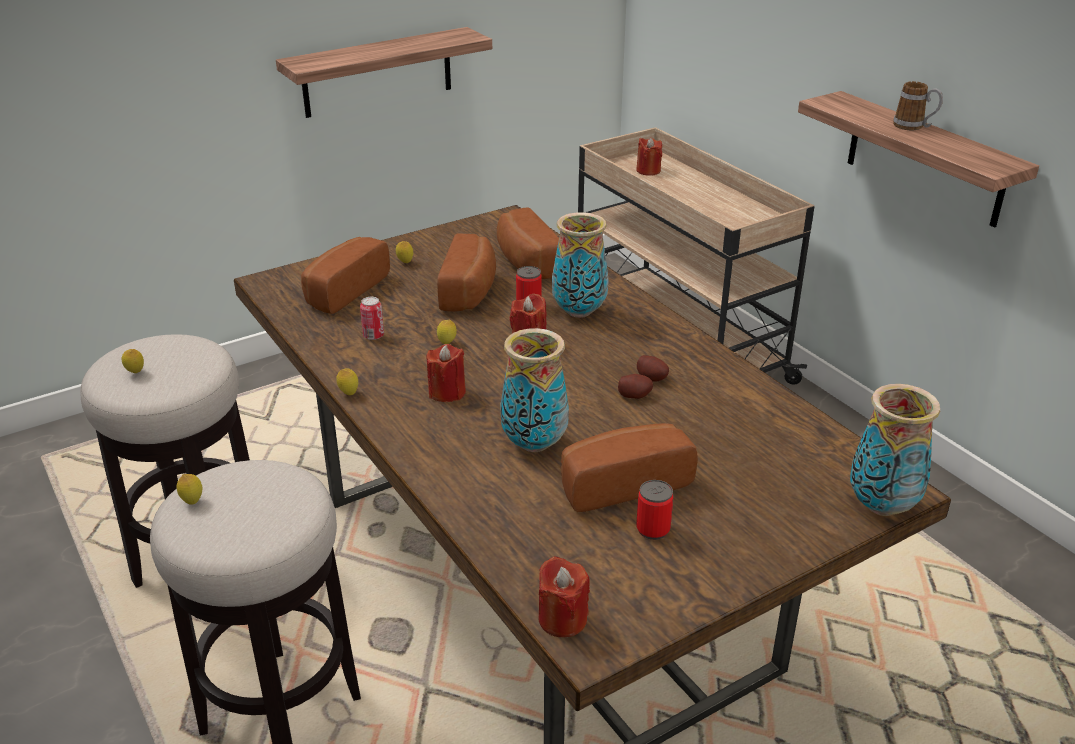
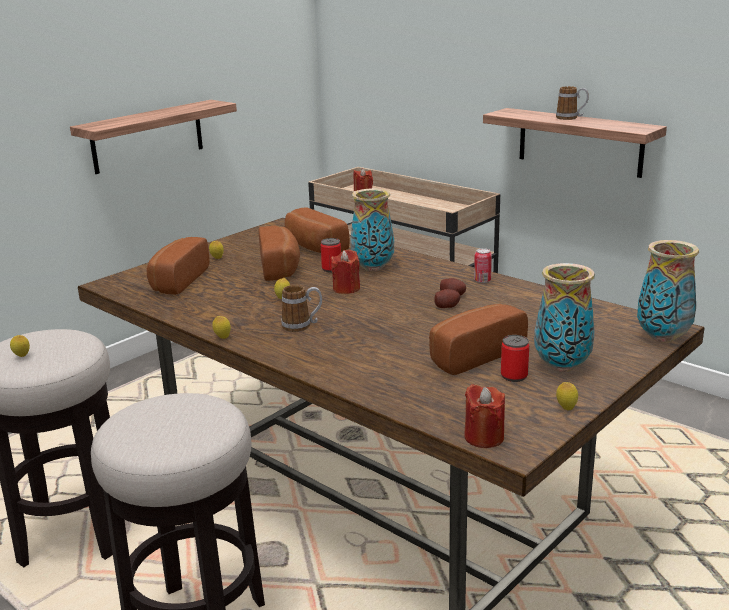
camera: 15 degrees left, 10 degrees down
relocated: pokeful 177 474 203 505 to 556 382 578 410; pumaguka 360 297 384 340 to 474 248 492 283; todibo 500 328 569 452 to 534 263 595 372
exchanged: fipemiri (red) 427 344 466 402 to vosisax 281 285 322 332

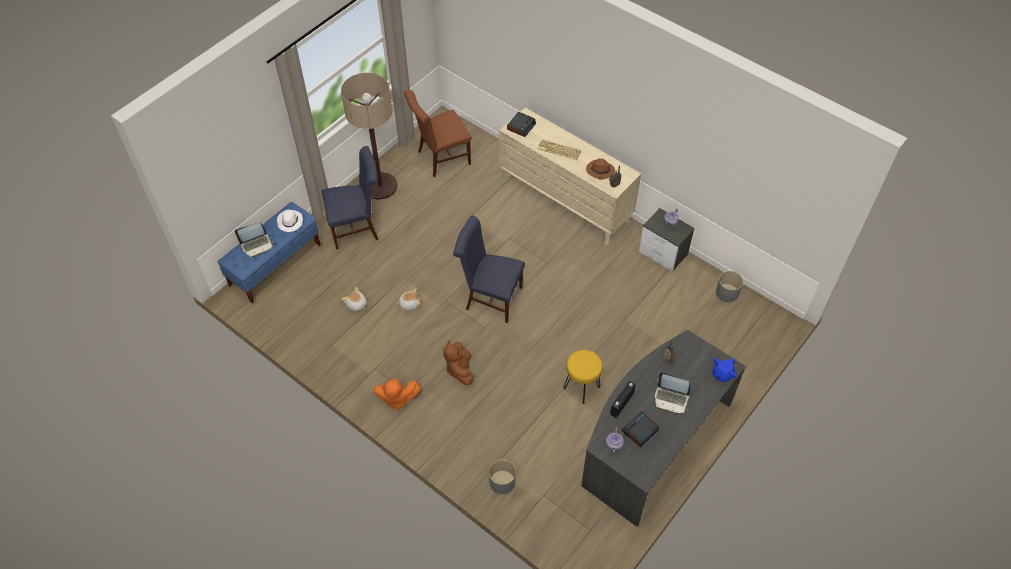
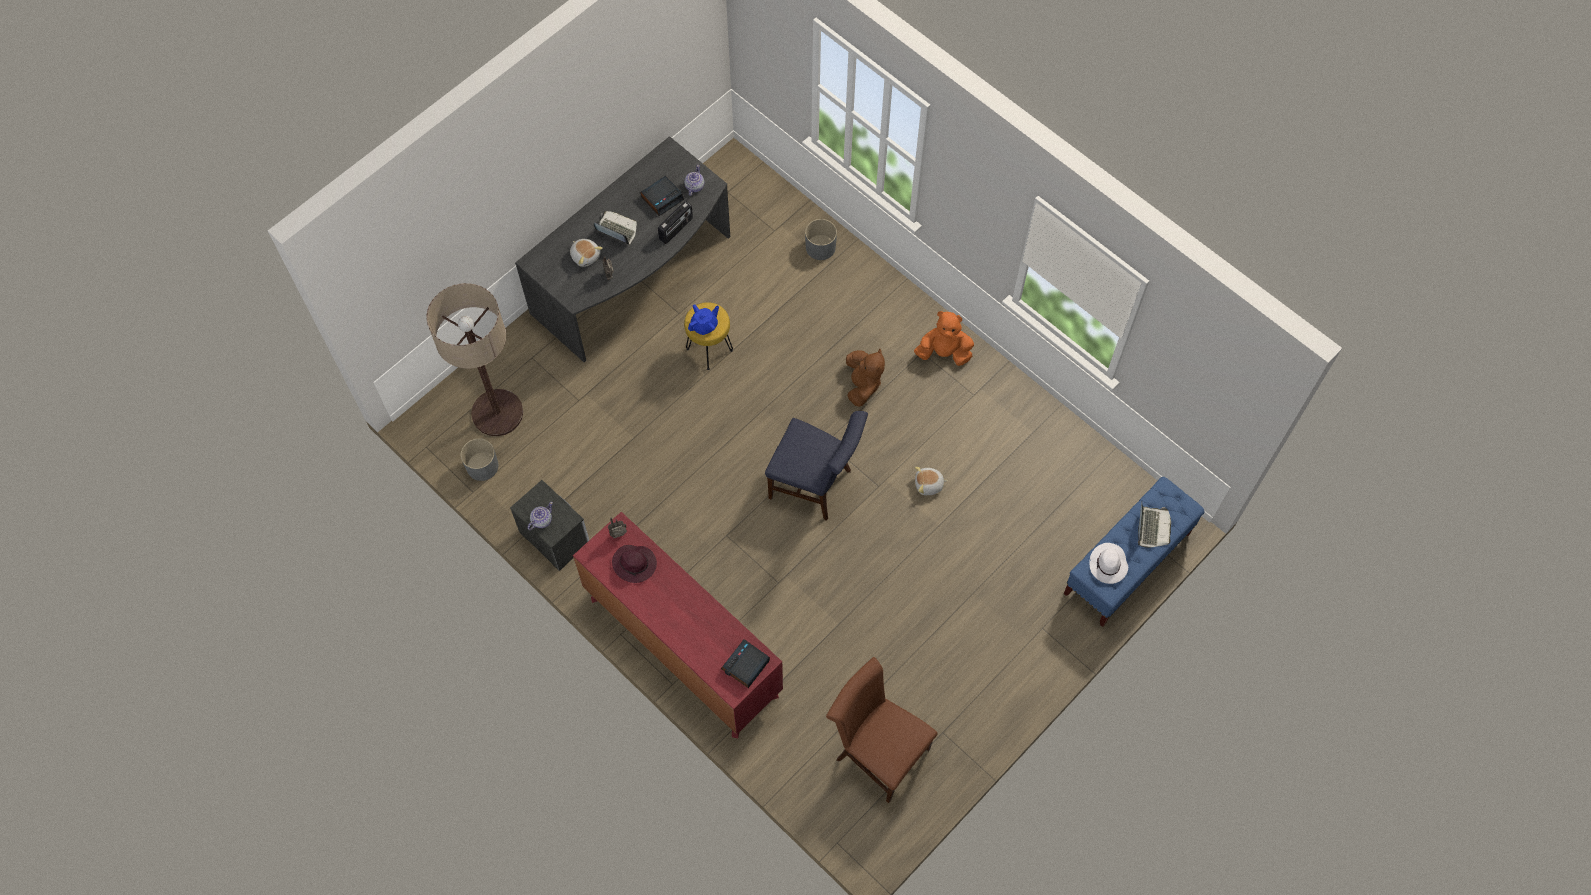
camera: 175 degrees left, 10 degrees up
missing: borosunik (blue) 322 146 378 249; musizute 537 139 582 160
relocated: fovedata 341 73 397 199 to 426 283 523 436; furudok 342 287 367 311 to 570 239 603 267; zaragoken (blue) 712 358 737 382 to 688 304 719 335
colour: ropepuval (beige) 499 108 641 245 to ropepuval (red) 573 512 783 739; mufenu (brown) 586 158 615 180 to mufenu (purple) 612 545 657 583
spun: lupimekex 235 222 274 258 = 1138 502 1171 548 120 degrees clockwise; borosunik (brown) 404 90 472 177 = 826 657 937 803 120 degrees counterclockwise

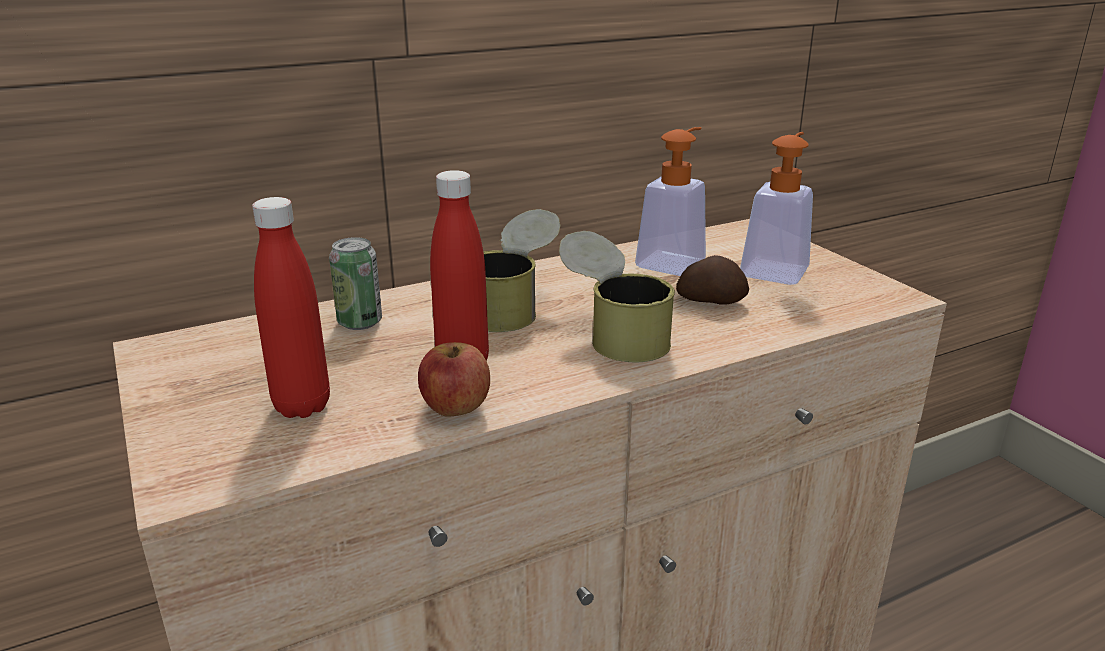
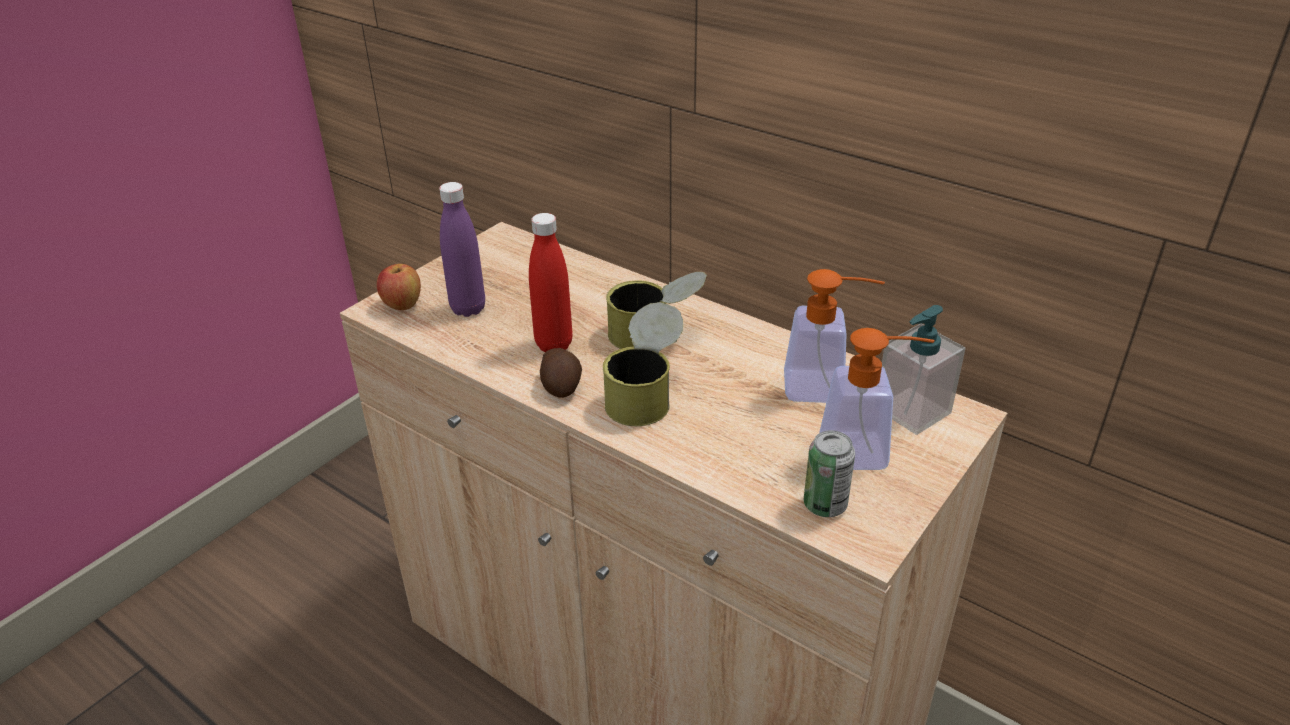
camera: 65 degrees right, 10 degrees up
appeared: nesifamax 882 305 966 435
relocated: pumaguka 329 237 382 330 to 804 430 855 517; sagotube 418 342 490 417 to 377 264 421 310; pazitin 676 255 749 305 to 540 348 582 398
colour: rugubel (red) 252 197 330 418 to rugubel (purple) 439 182 485 317

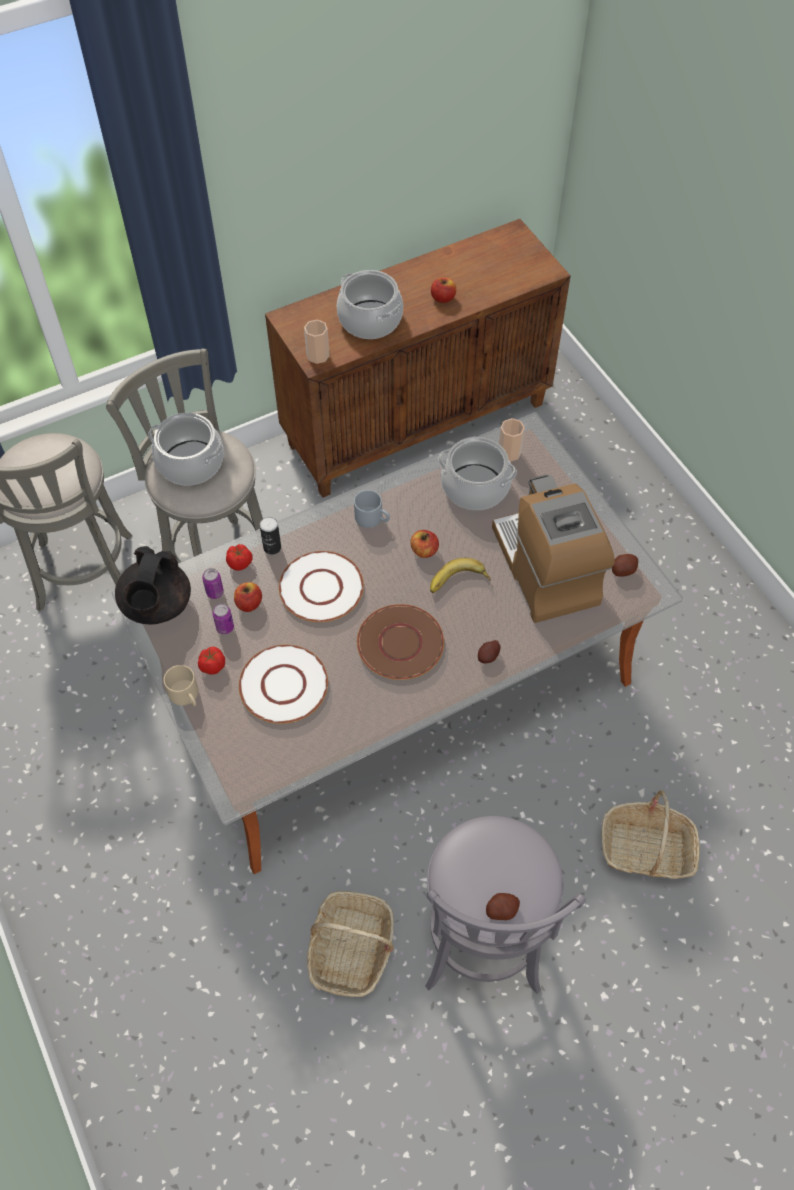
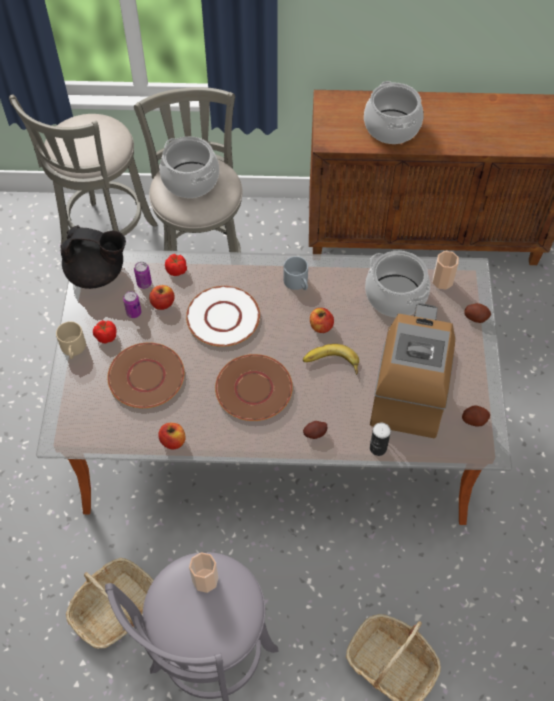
camera: 30 degrees right, 0 degrees up
relocated: pumaguka 260 517 281 555 to 370 423 391 456; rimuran 304 320 330 364 to 189 552 218 593; sagotube 431 277 456 303 to 158 423 186 449; pazitin 486 893 520 920 to 464 303 491 323
colour: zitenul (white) 239 645 328 724 to zitenul (brown) 108 342 184 408
spun: zaragoken (black) 115 546 191 624 = 61 225 126 289 120 degrees counterclockwise

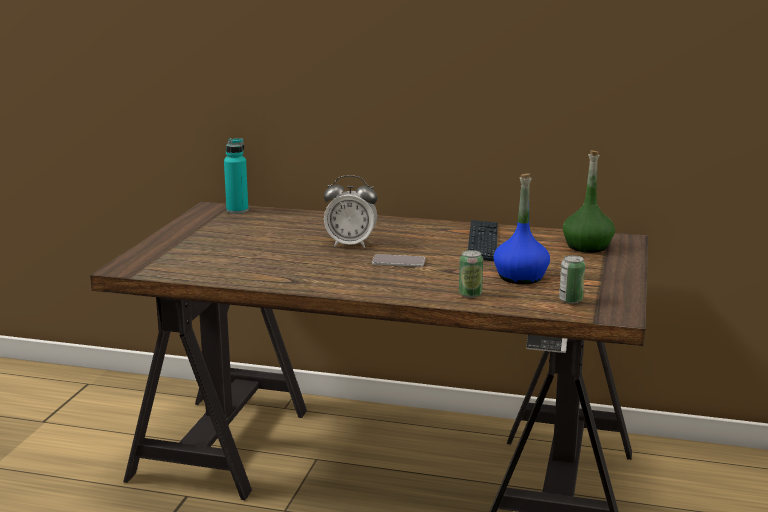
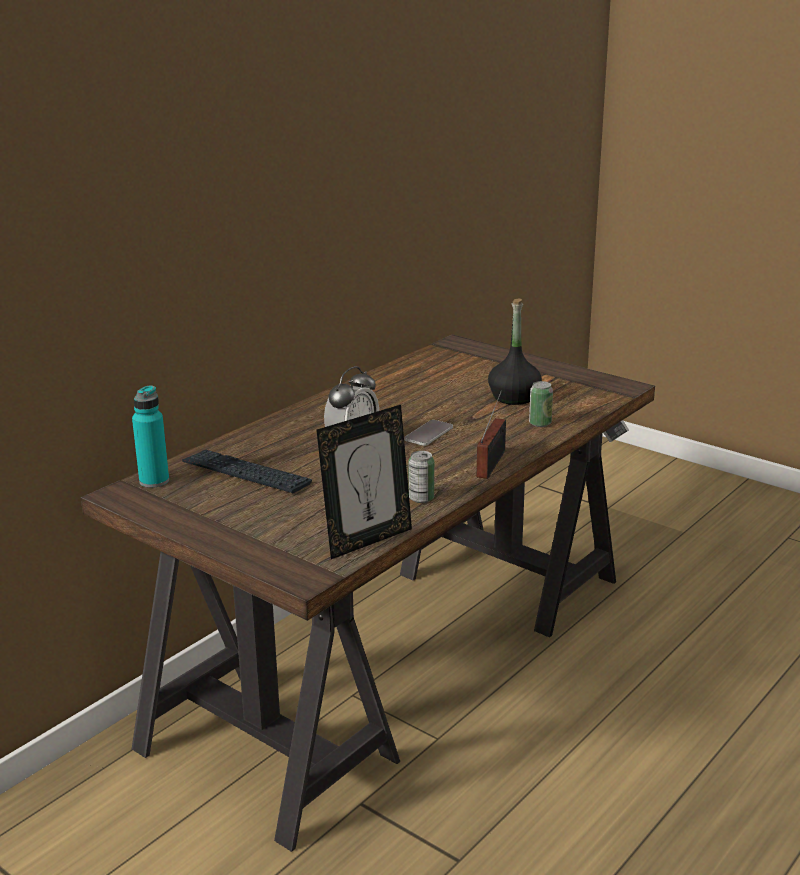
camera: 65 degrees left, 5 degrees up
missing: rugubel (green) 563 150 615 253
appeared: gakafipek 316 405 412 559; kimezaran 477 391 506 479
relocated: musizute 468 220 498 261 to 182 450 312 493; pumaguka 559 255 585 304 to 408 451 434 503
colour: rugubel (blue) 494 173 550 284 to rugubel (black) 488 298 542 405

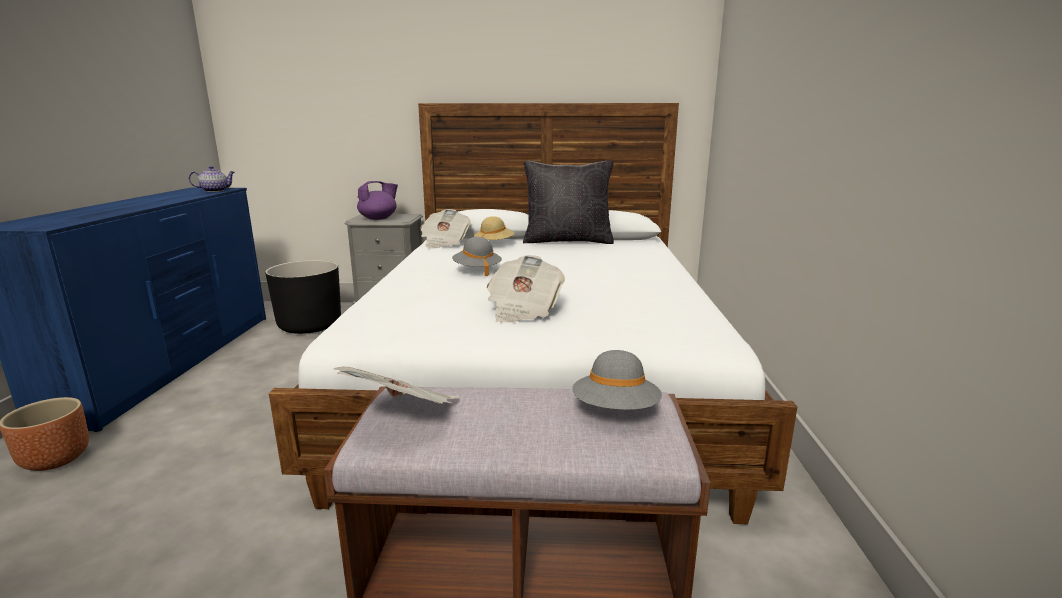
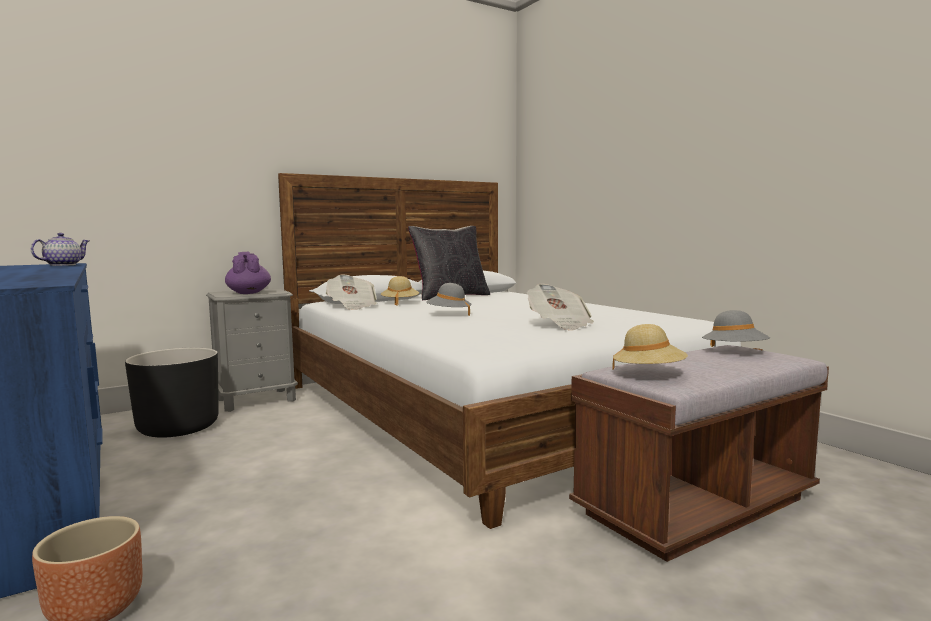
camera: 35 degrees left, 10 degrees down
exchanged: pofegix 333 367 460 404 to mufenu (beige) 612 324 688 369
spun: zaragoken (purple) 357 181 398 220 = 225 252 271 294 45 degrees counterclockwise

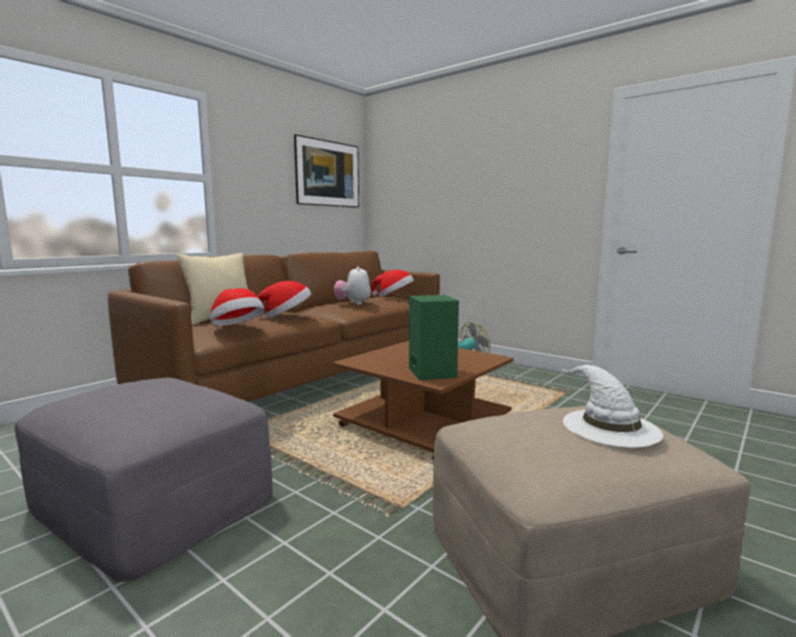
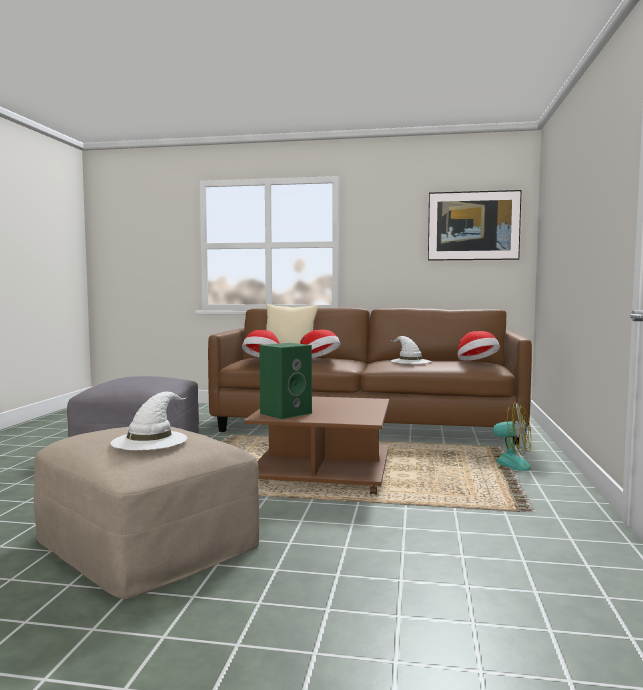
camera: 60 degrees right, 5 degrees down
exchanged: furudok 334 266 371 305 to mufenu (white) 391 336 431 364

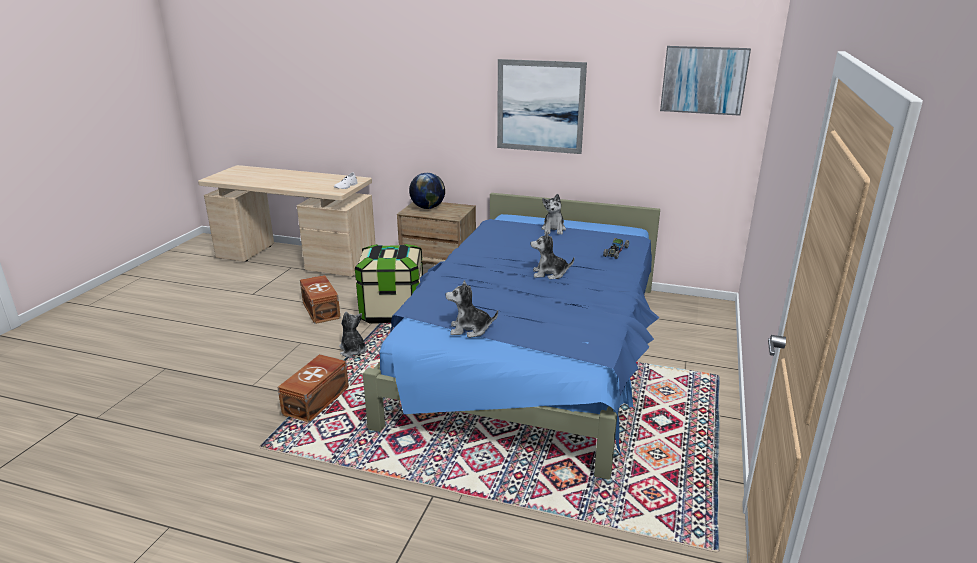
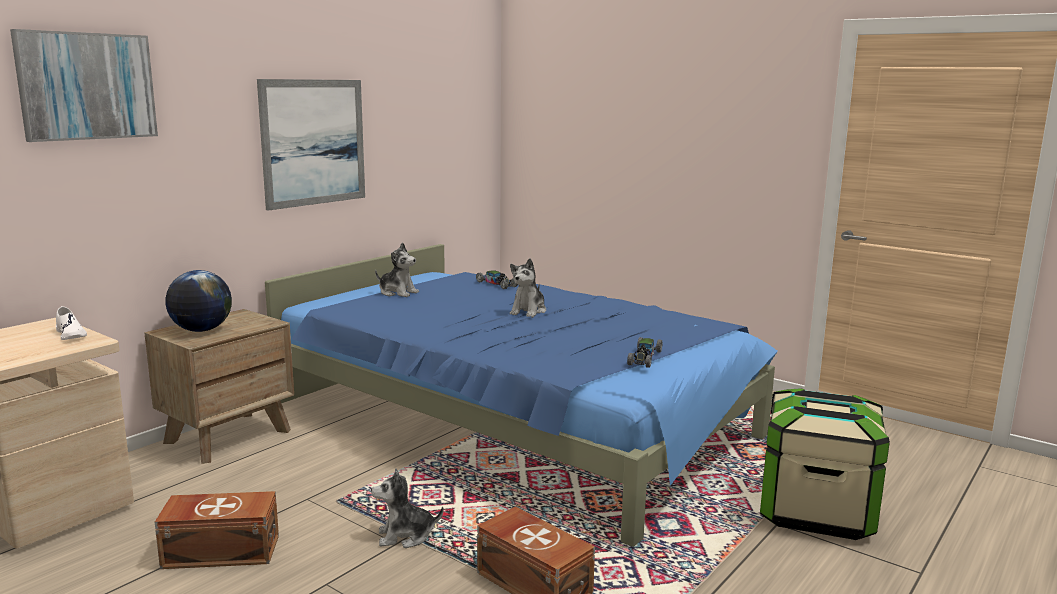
camera: 70 degrees left, 10 degrees down
relocated: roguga 355 244 423 324 to 760 388 890 540; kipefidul 660 46 751 116 to 10 29 158 142
exchanged: furudok 445 280 498 338 to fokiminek 627 337 663 368

